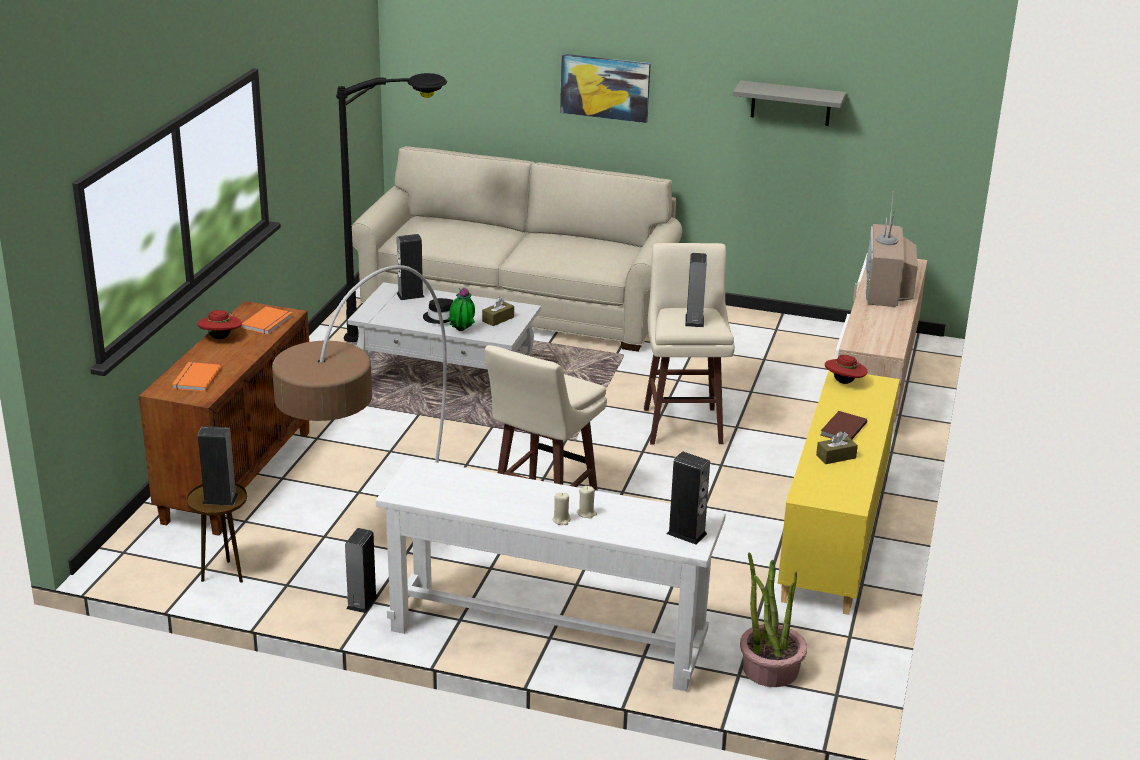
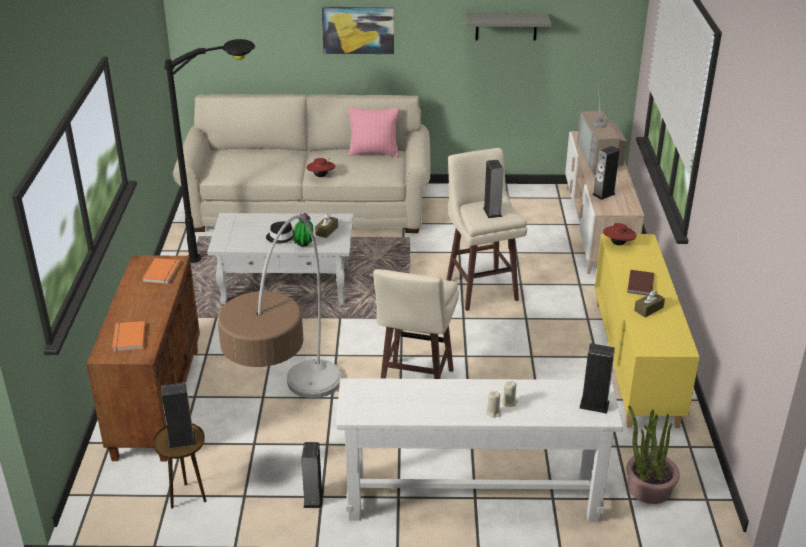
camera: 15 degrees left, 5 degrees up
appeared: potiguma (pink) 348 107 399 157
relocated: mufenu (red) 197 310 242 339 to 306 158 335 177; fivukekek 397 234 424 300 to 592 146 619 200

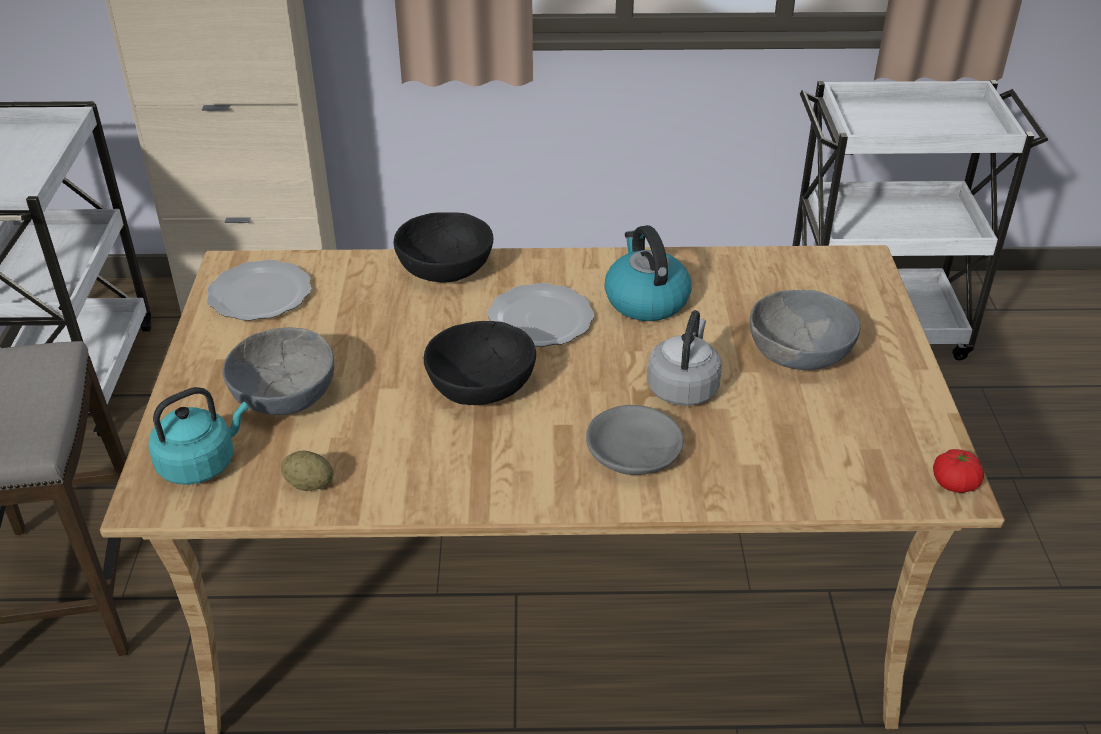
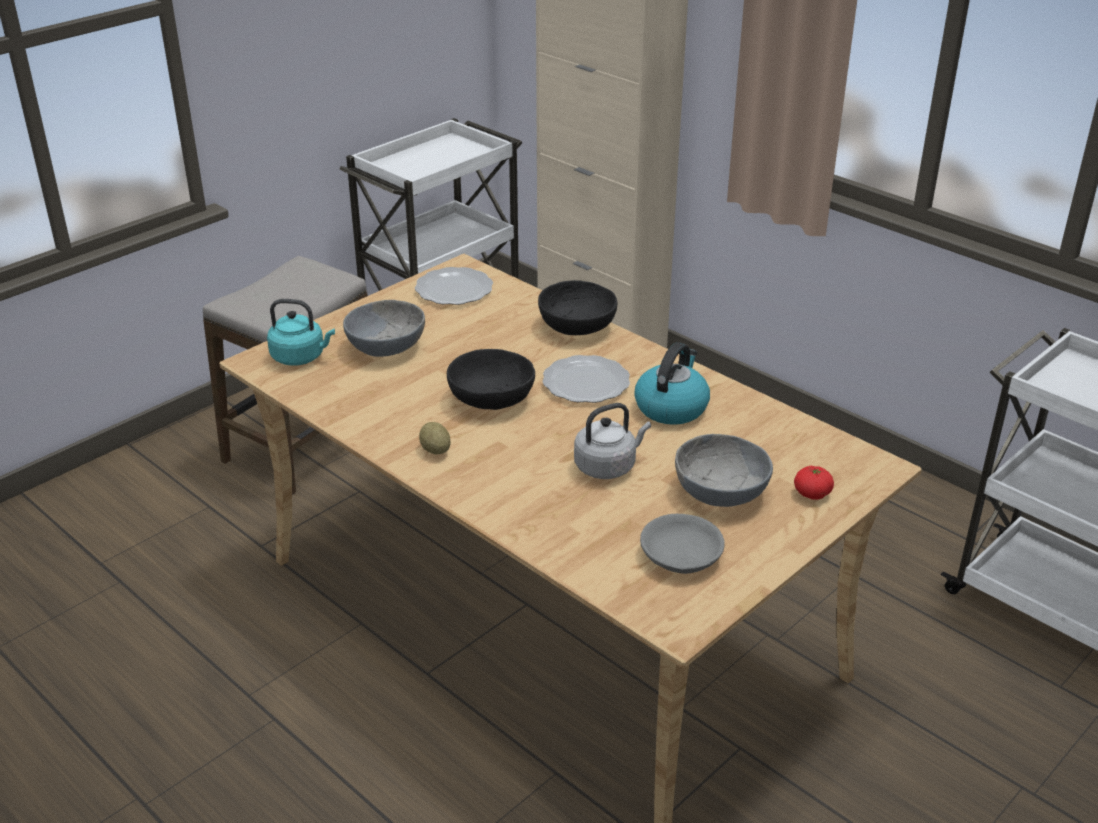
camera: 45 degrees right, 5 degrees down
relocated: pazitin 281 451 333 491 to 419 422 451 454; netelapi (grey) 586 405 683 475 to 640 514 725 574; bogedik 933 449 984 493 to 794 466 834 500

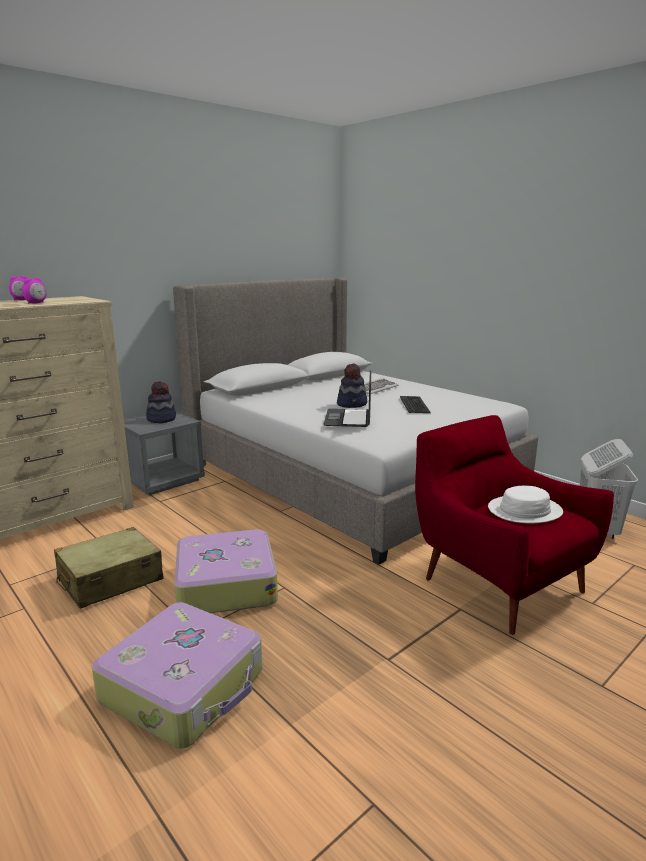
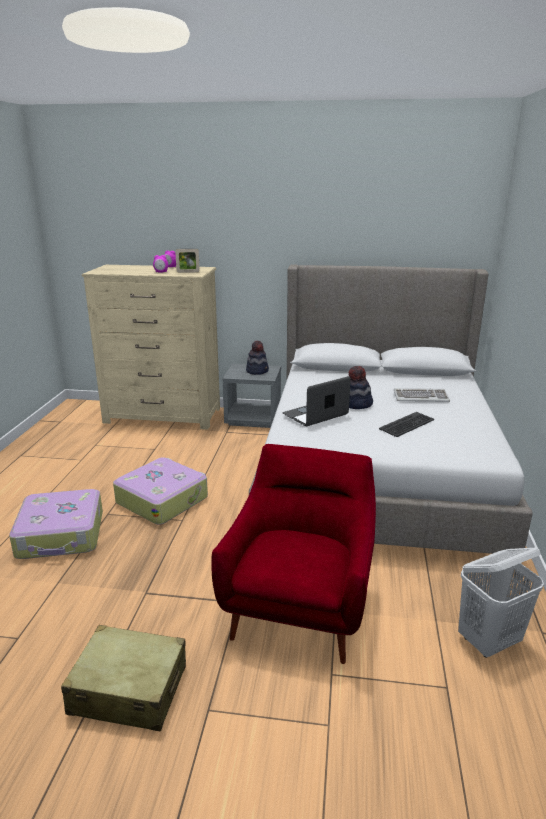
camera: 50 degrees right, 5 degrees up
missing: mufenu (white) 488 486 563 524
appeared: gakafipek 175 249 200 273
relocated: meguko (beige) 54 527 164 609 to 61 625 186 732

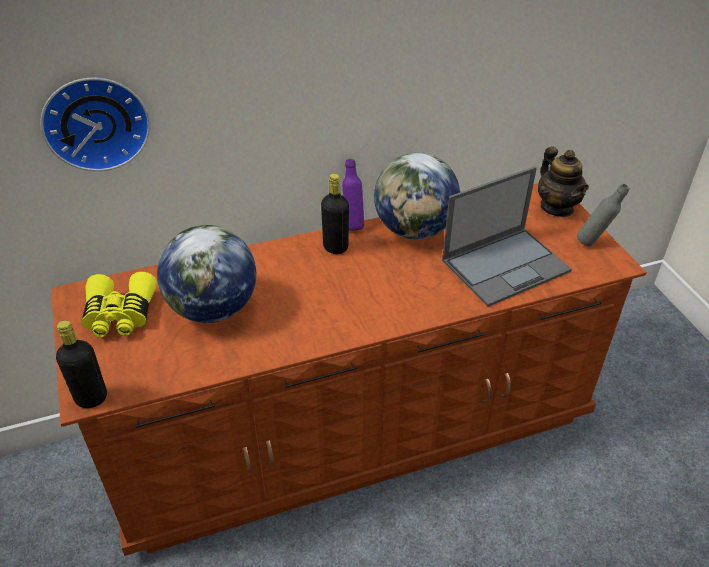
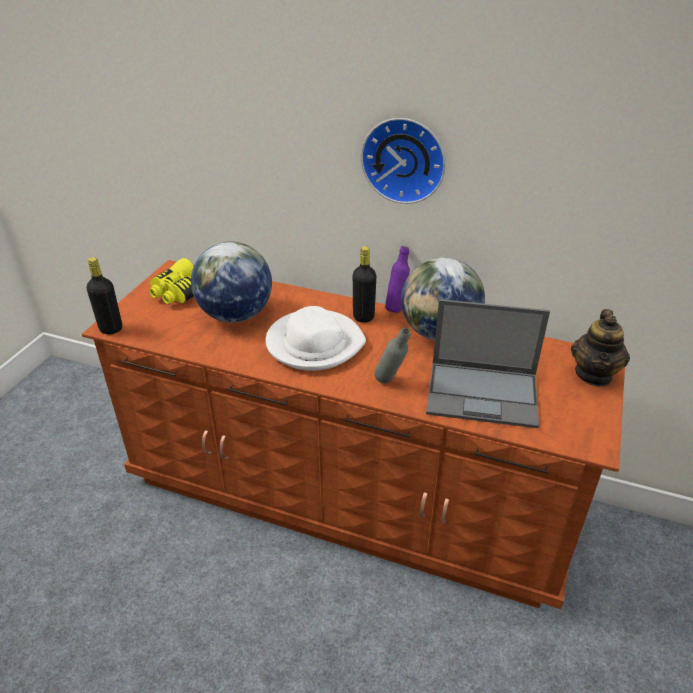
camera: 40 degrees right, 5 degrees down
appeared: mufenu (white) 265 306 366 371
relocated: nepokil 40 78 150 171 to 361 118 446 204; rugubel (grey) 577 184 629 246 to 374 328 411 384

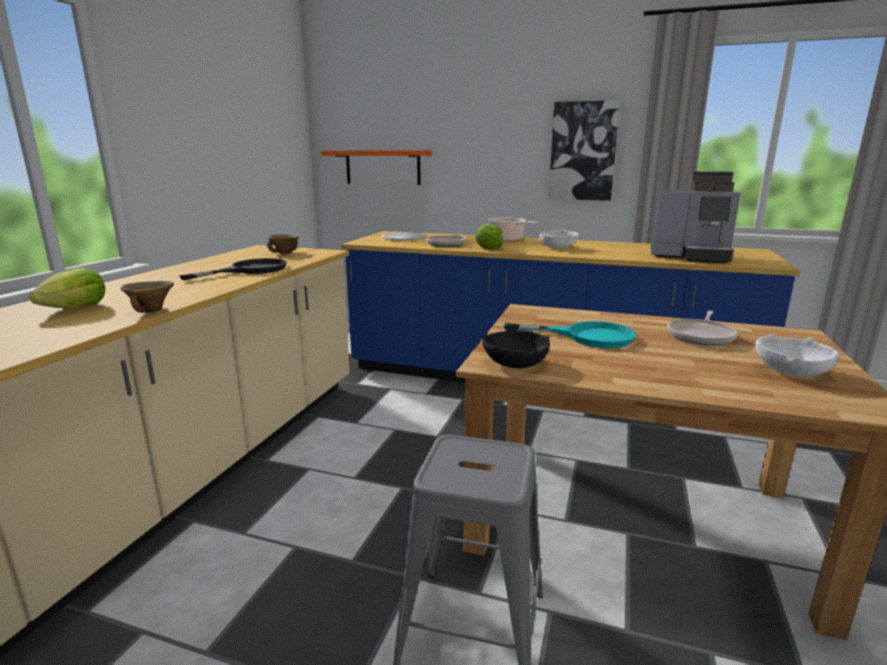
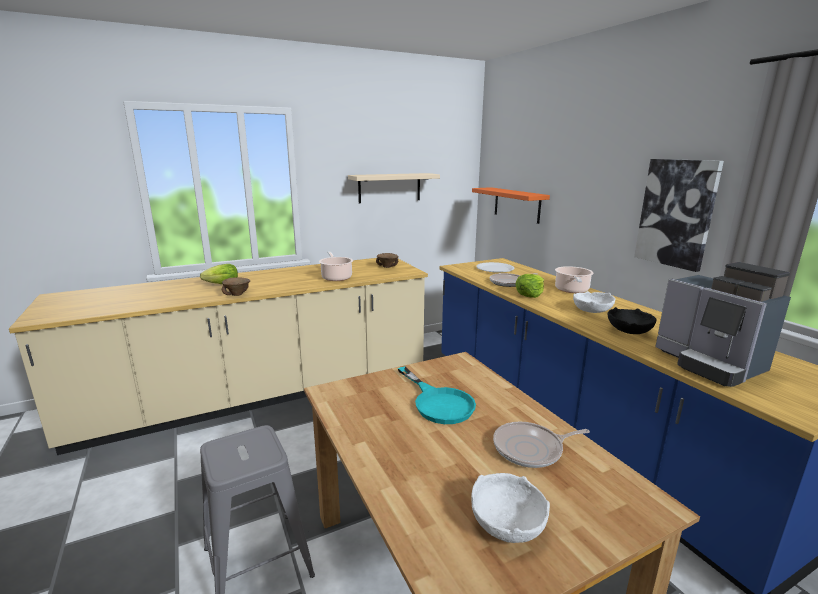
camera: 45 degrees right, 0 degrees up
appeared: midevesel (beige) 348 173 440 203
relocated: netelapi (black) 482 328 550 368 to 608 307 656 334
exchanged: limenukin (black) 180 258 287 280 to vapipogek 319 251 353 281

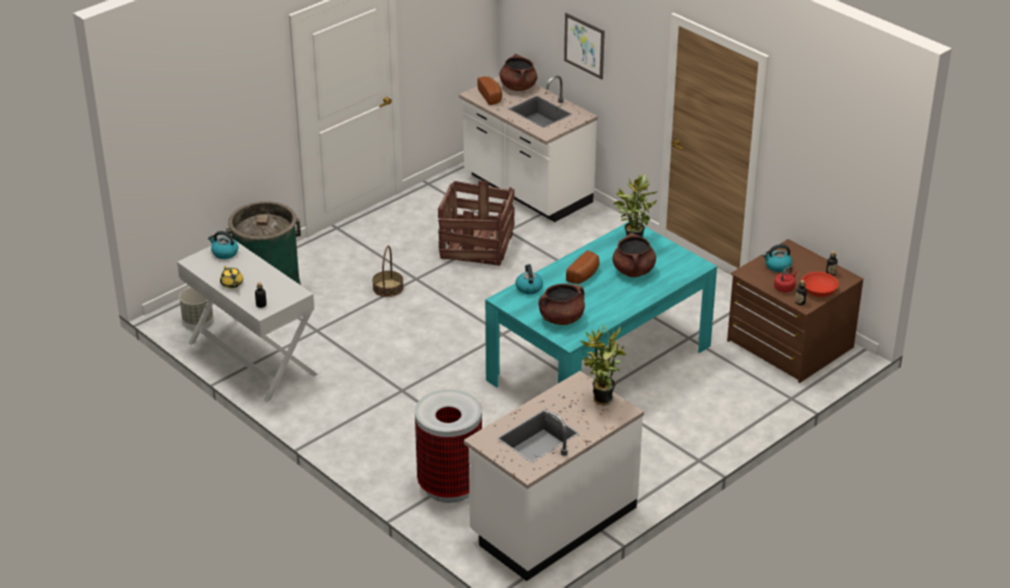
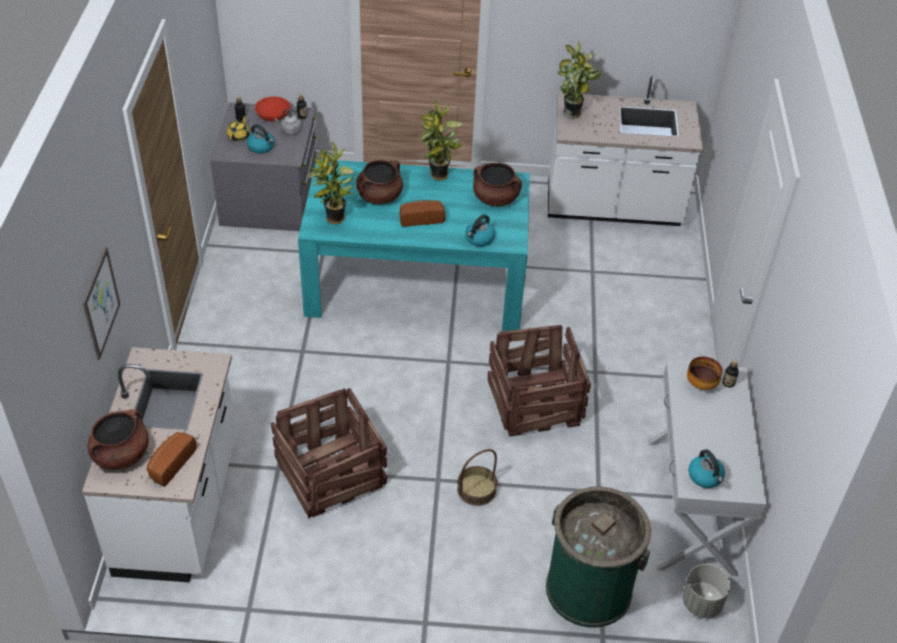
camera: 135 degrees left, 10 degrees up
missing: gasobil 415 389 482 503
appeared: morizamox 419 100 463 181; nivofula 488 325 591 437; netelapi 687 357 722 390
relocated: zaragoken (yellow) 220 266 243 289 to 227 115 250 141
colour: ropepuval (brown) 727 239 864 383 to ropepuval (grey) 210 102 319 231; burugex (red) 774 266 797 292 to burugex (grey) 275 109 302 135

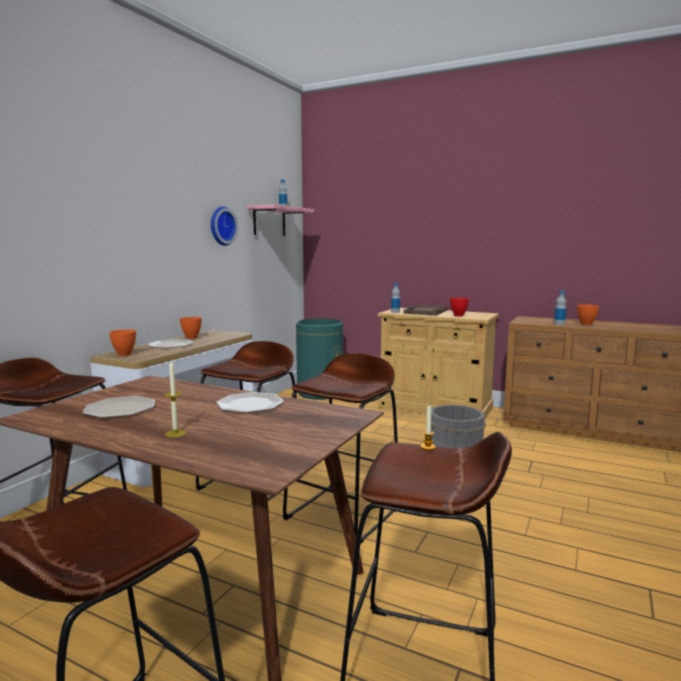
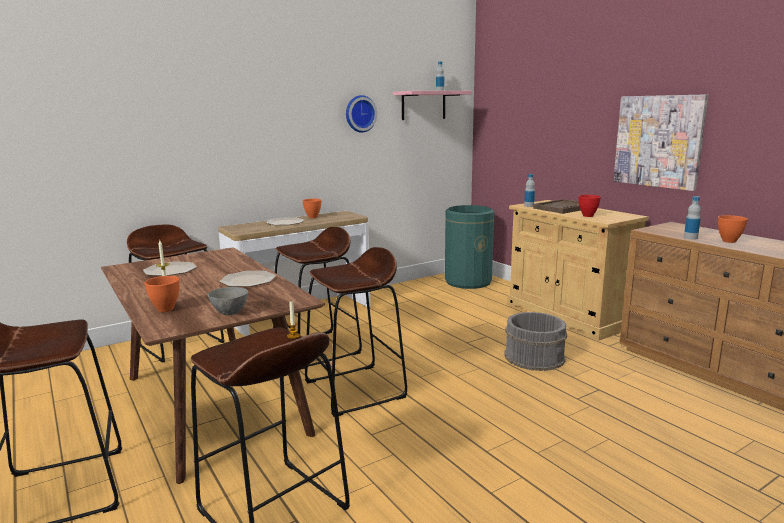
camera: 30 degrees right, 5 degrees up
appeared: netelapi (grey) 208 287 248 315; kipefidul 613 94 709 191
relocated: netelapi (orange) 109 329 136 356 to 144 276 180 312

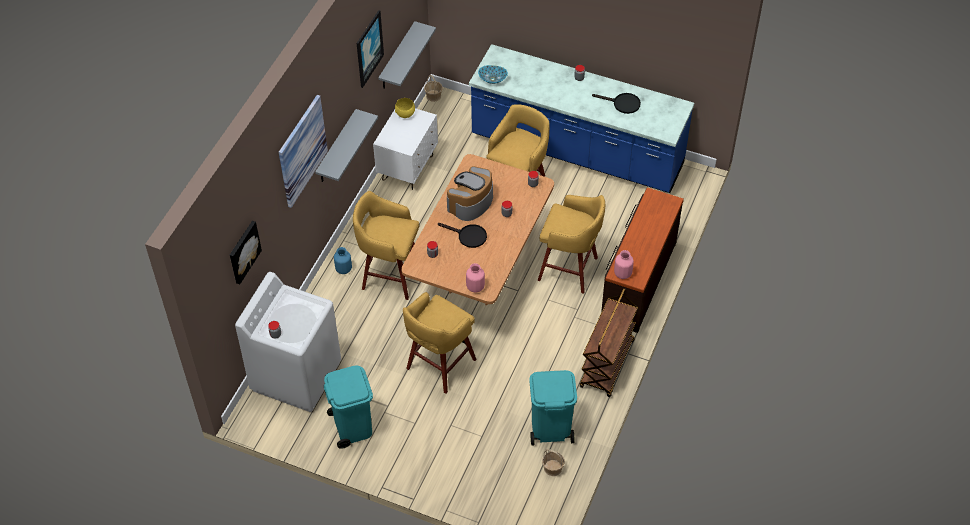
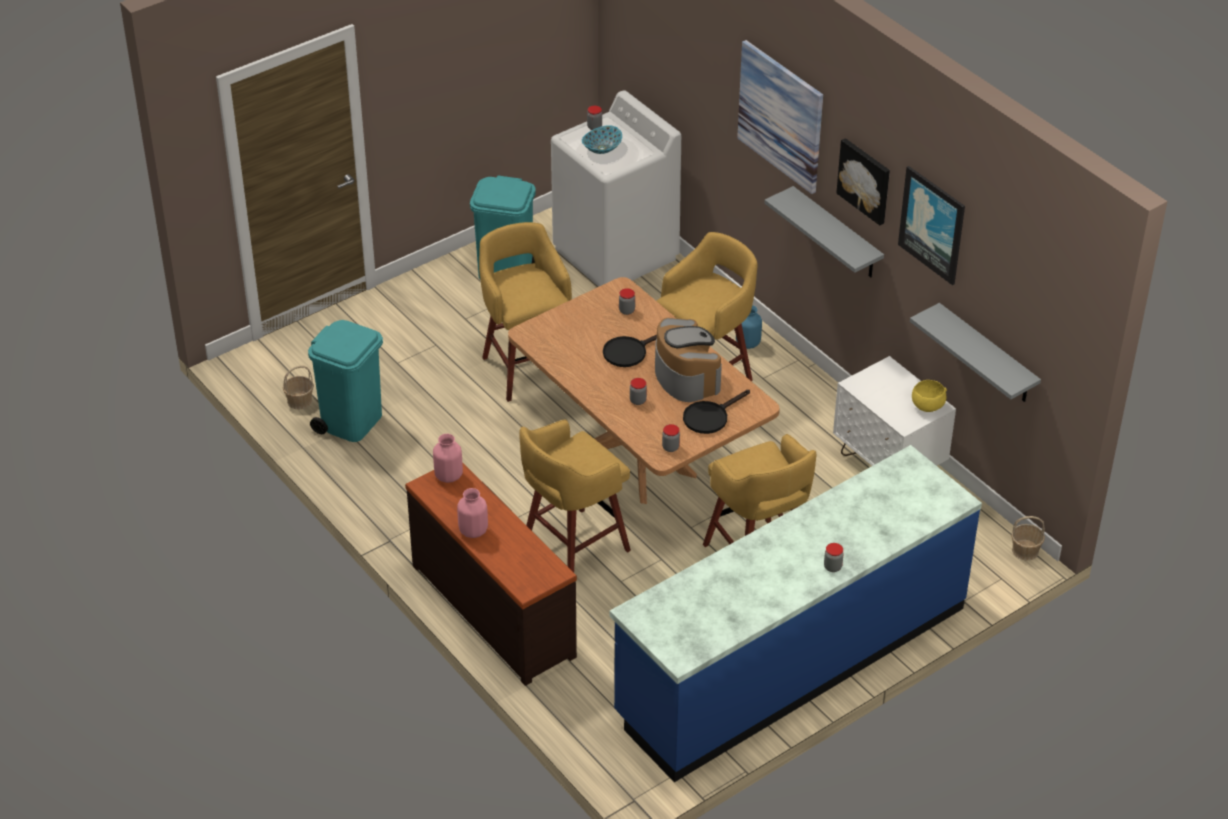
camera: 120 degrees right, 10 degrees down
missing: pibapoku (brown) 580 288 638 397
relocated: kipefidul 230 221 262 285 to 836 138 890 225; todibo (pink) 466 263 485 293 to 457 488 488 538; netelapi 478 65 508 84 to 582 125 622 154; limenukin (black) 592 93 641 114 to 683 390 750 434

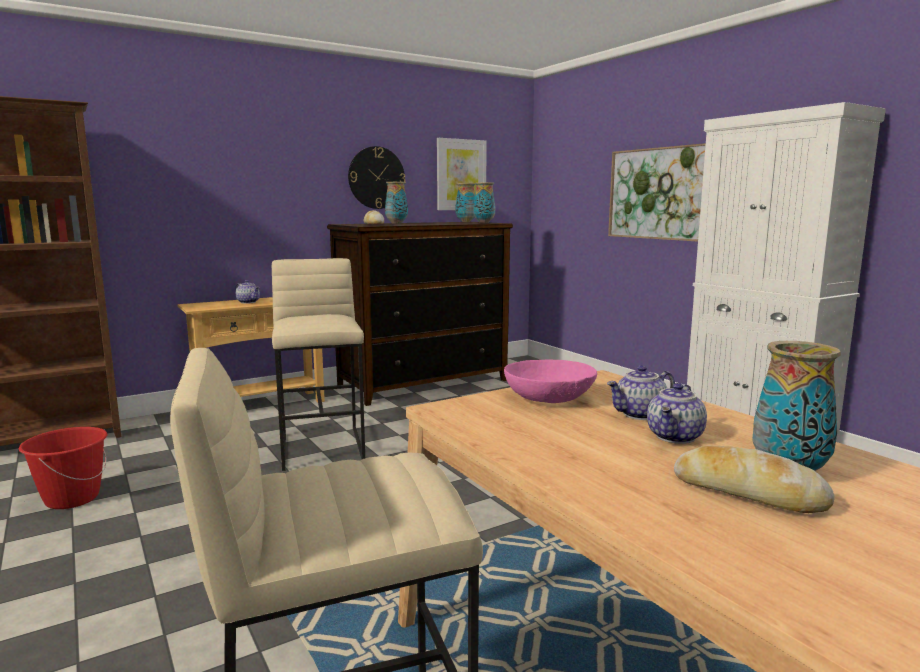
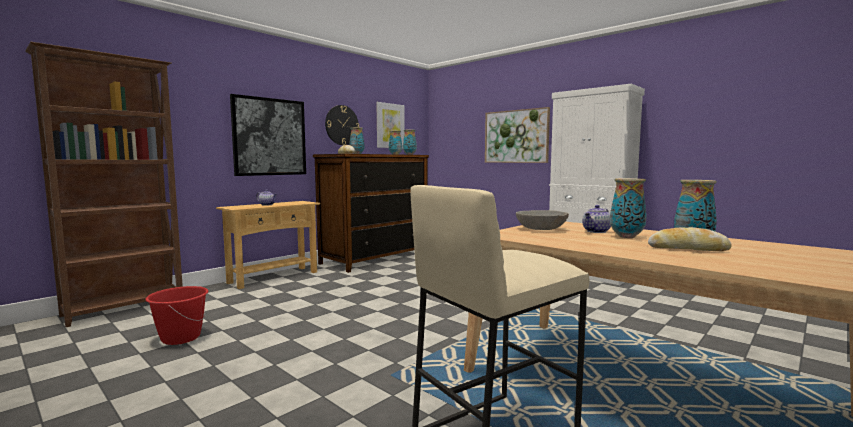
camera: 15 degrees left, 5 degrees down
missing: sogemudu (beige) 272 258 365 471
appeared: kipefidul 230 94 306 176
exchanged: zaragoken 647 383 707 444 to todibo 610 178 647 238
colour: netelapi (pink) 504 359 597 403 to netelapi (grey) 516 210 569 230

